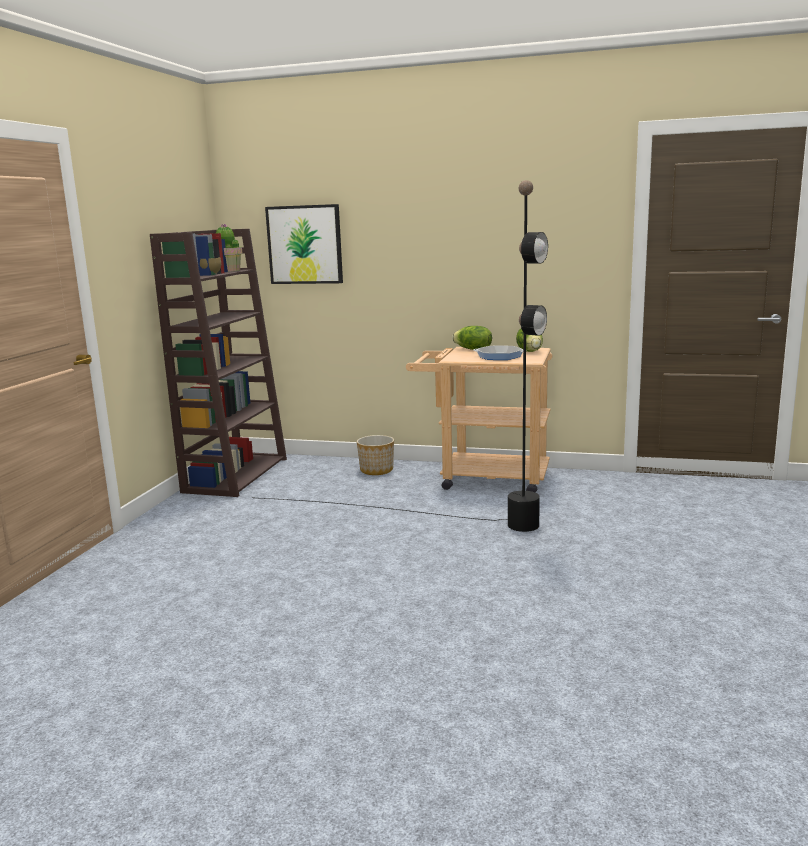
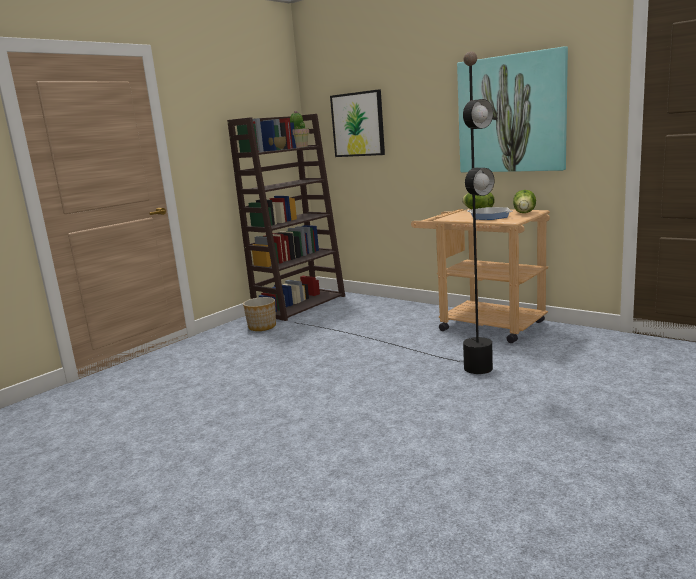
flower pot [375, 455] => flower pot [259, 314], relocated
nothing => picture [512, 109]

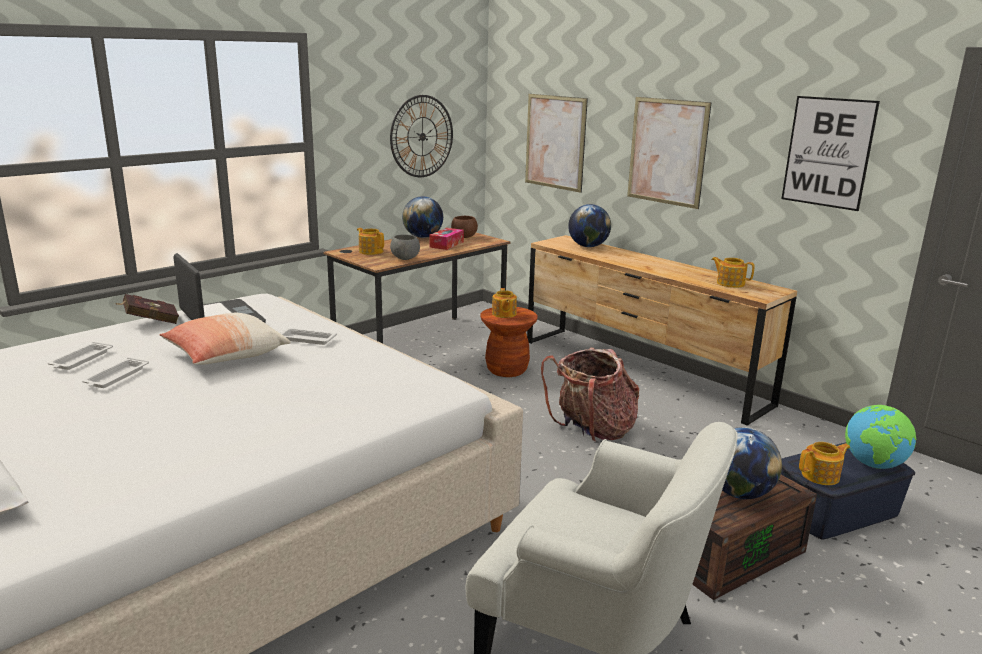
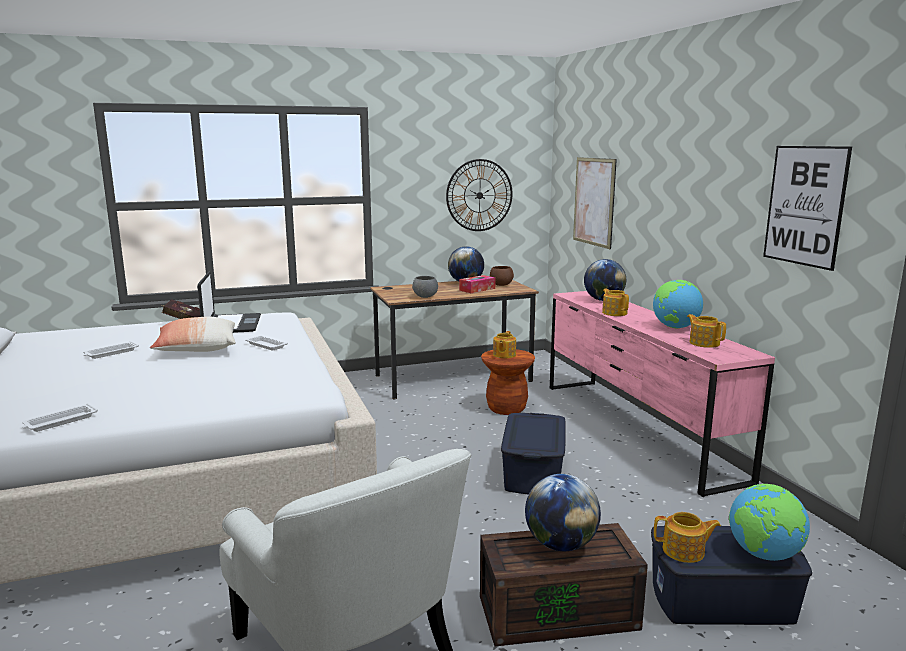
picture [669, 153] => nothing
teapot [370, 241] => teapot [615, 302], relocated
chest of drawers (brownish) [662, 330] => chest of drawers (pinkish) [662, 394]
tray (white-coloured) [80, 356] => tray (white-coloured) [60, 417], relocated
knapsack [590, 394] => storage bin (blue-coloured) [533, 453]
nothing => globe [678, 304]

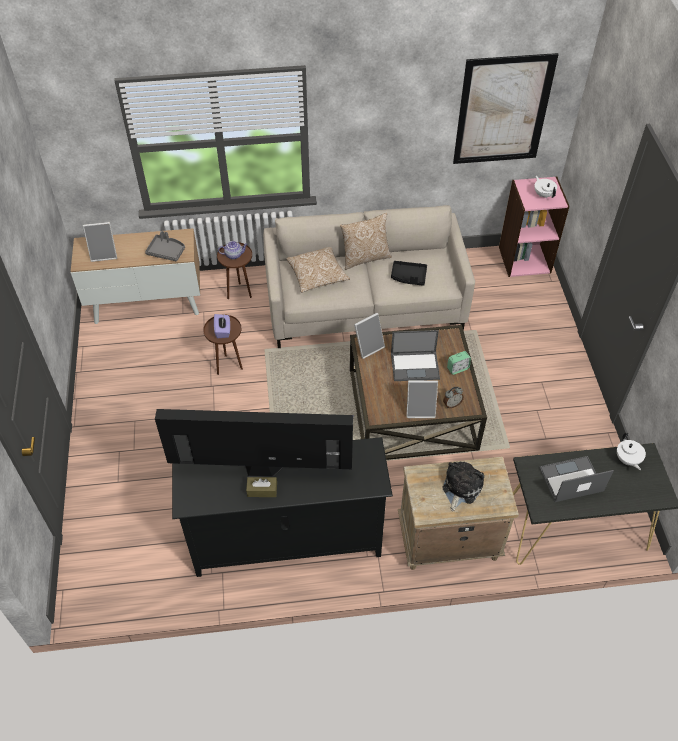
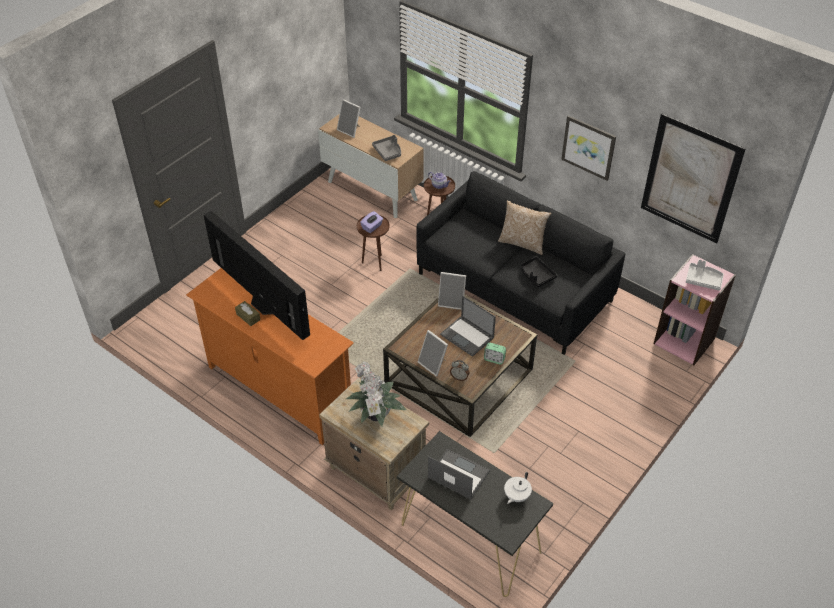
teapot (white-coloured) [545, 187] => tray (greyish) [705, 275]
couch (beige-coloured) [369, 276] => couch (black-coloured) [521, 263]
pillow [318, 270] => nothing
media console (black-coloured) [282, 507] => media console (orange-coloured) [270, 356]
soft toy [463, 486] => plant in a pot [376, 394]
nothing => picture [588, 148]

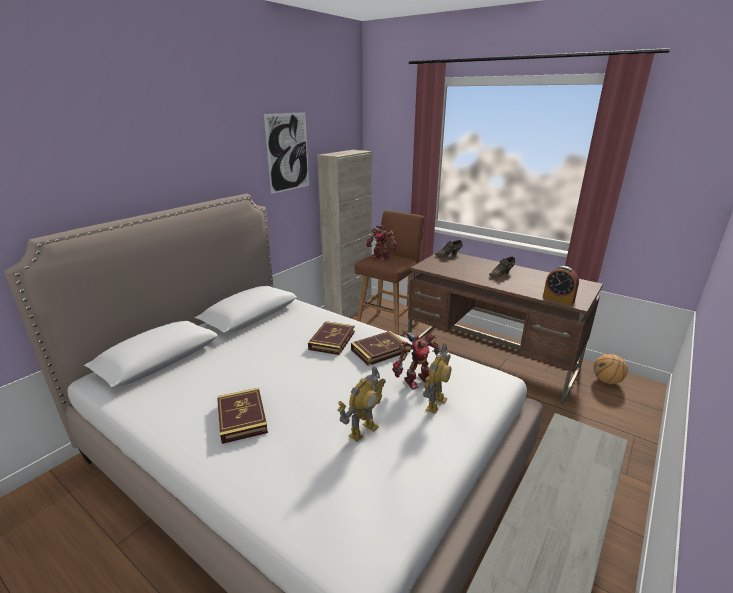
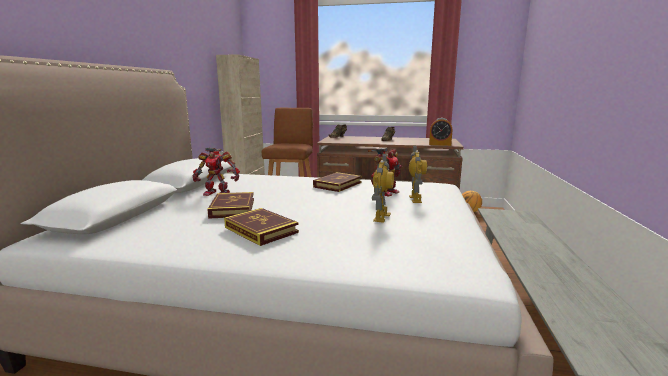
picture [286, 153] => nothing
model robot [381, 242] => model robot [216, 172], relocated
volume [331, 338] => volume [230, 205], relocated

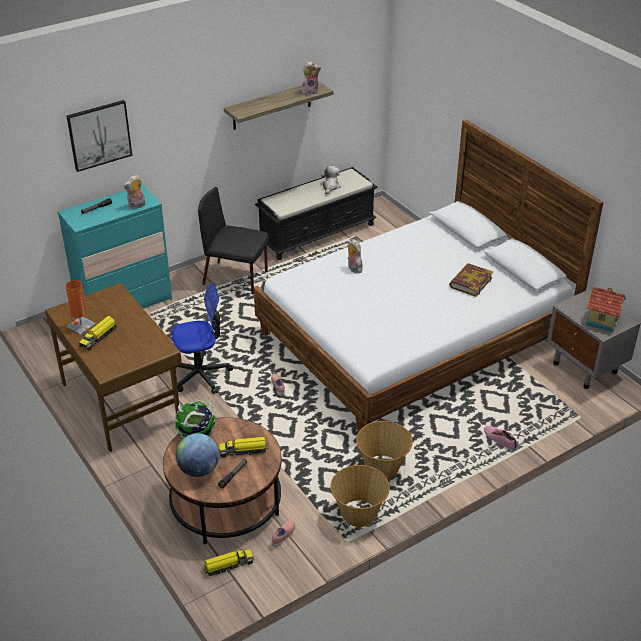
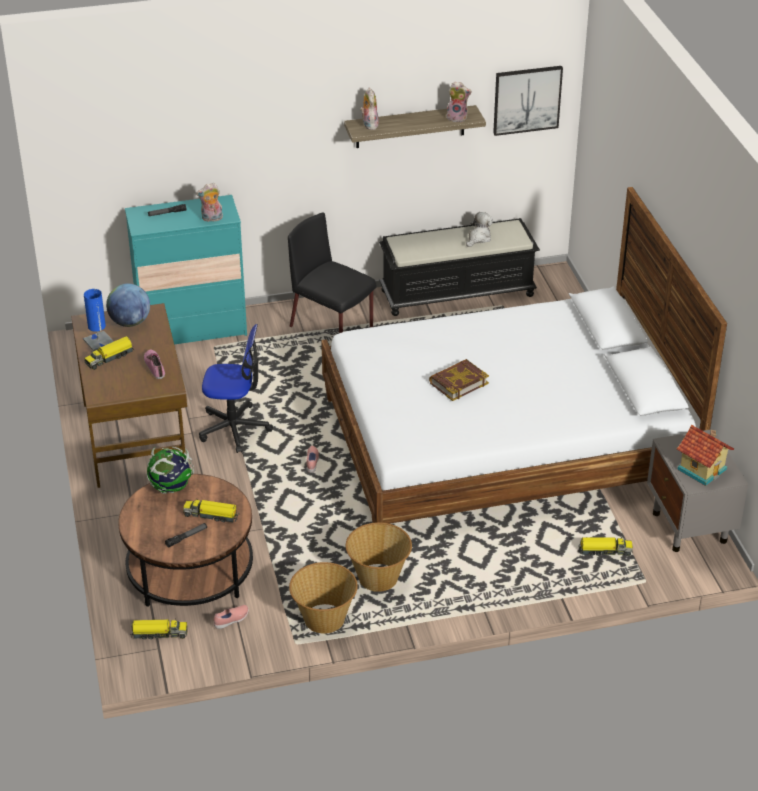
picture [99, 136] => picture [528, 101], relocated
soft toy [355, 256] => soft toy [369, 108], relocated
volume [471, 280] => volume [459, 380], relocated
table lamp (orange-coloured) [81, 307] => table lamp (blue-coloured) [98, 320]
shoe [500, 438] => shoe [154, 364], relocated
globe [197, 455] => globe [128, 305], relocated
nothing => model truck [606, 546]

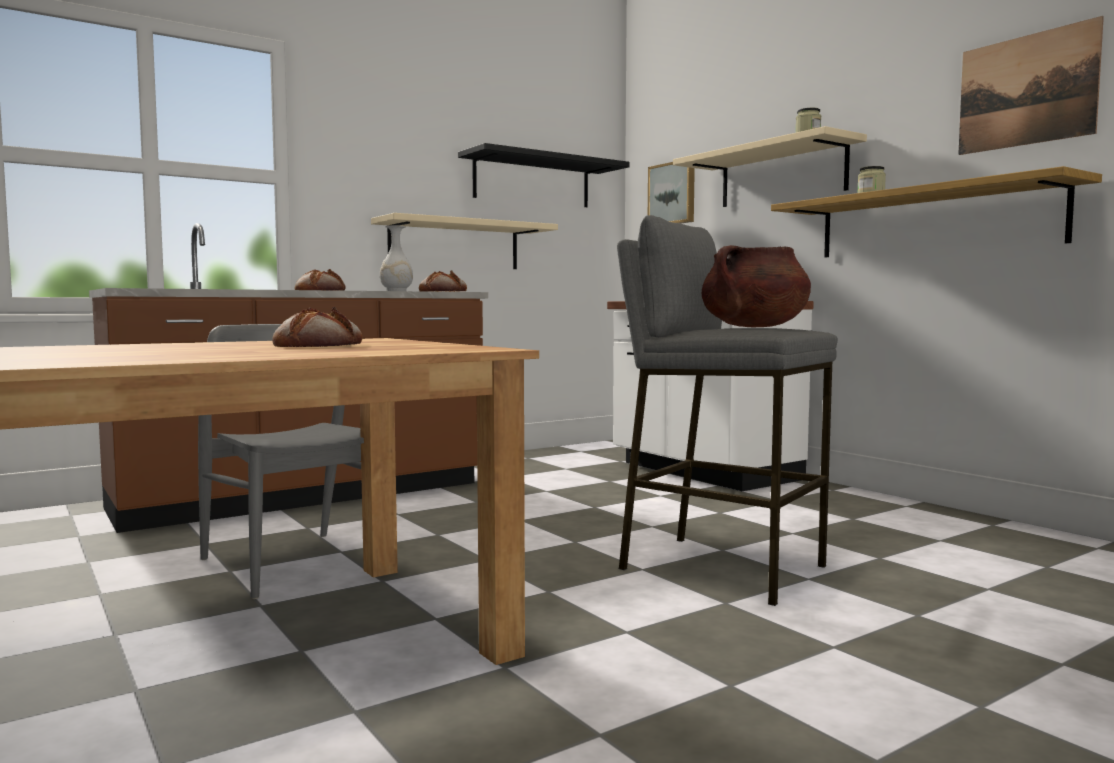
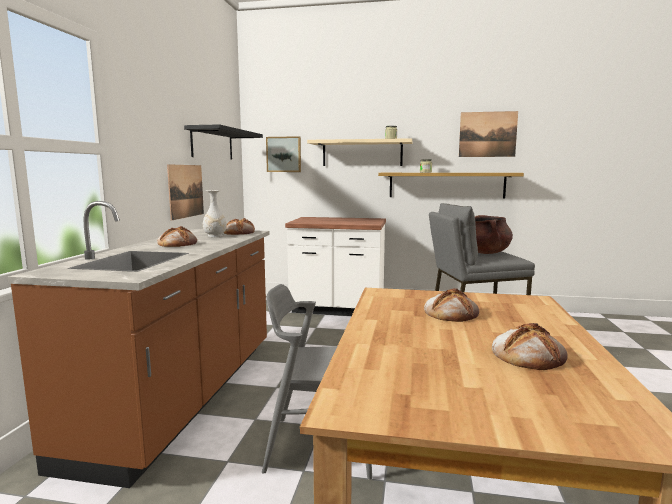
wall shelf (beige-coloured) [464, 241] => picture [185, 192]
nothing => bread [530, 346]

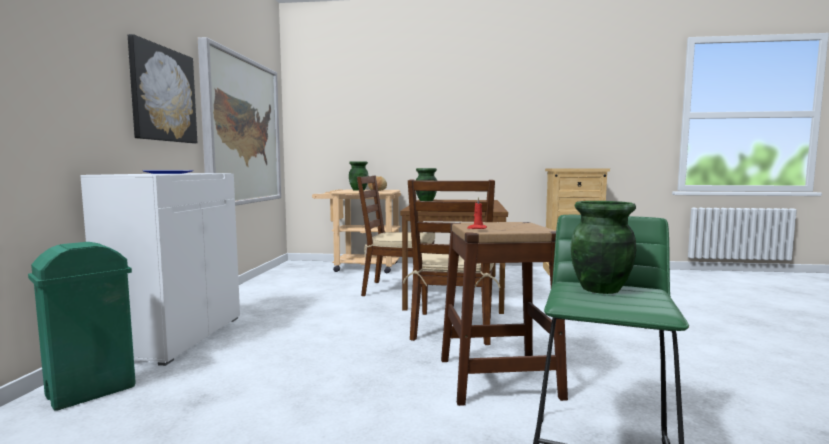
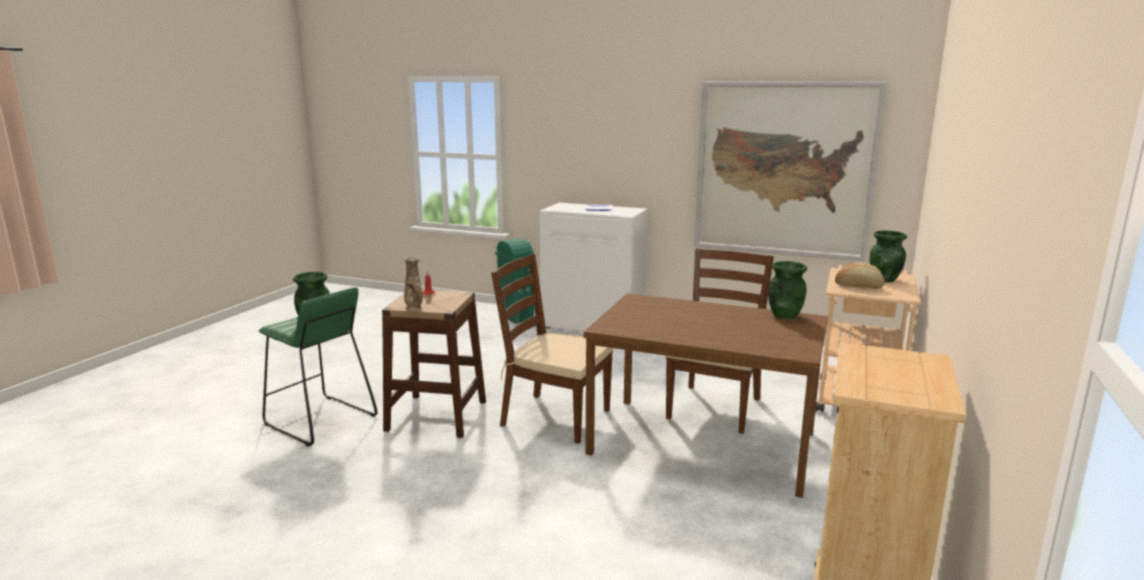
picture [162, 88] => nothing
nothing => flower vase [413, 283]

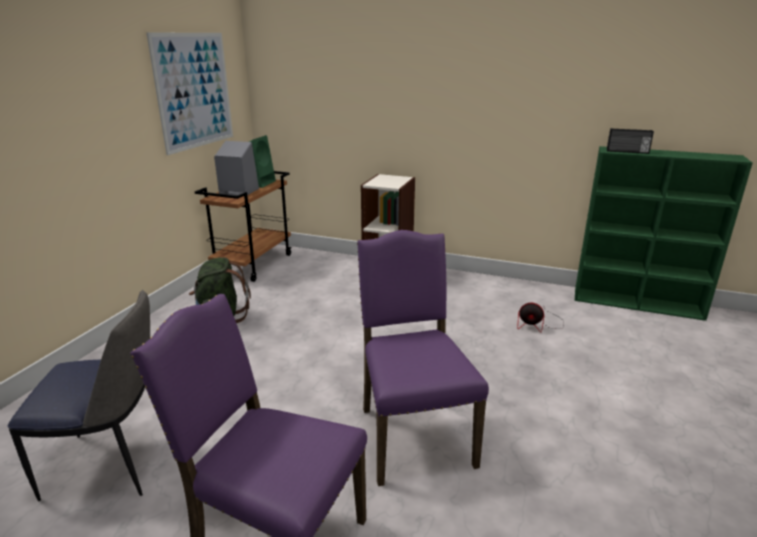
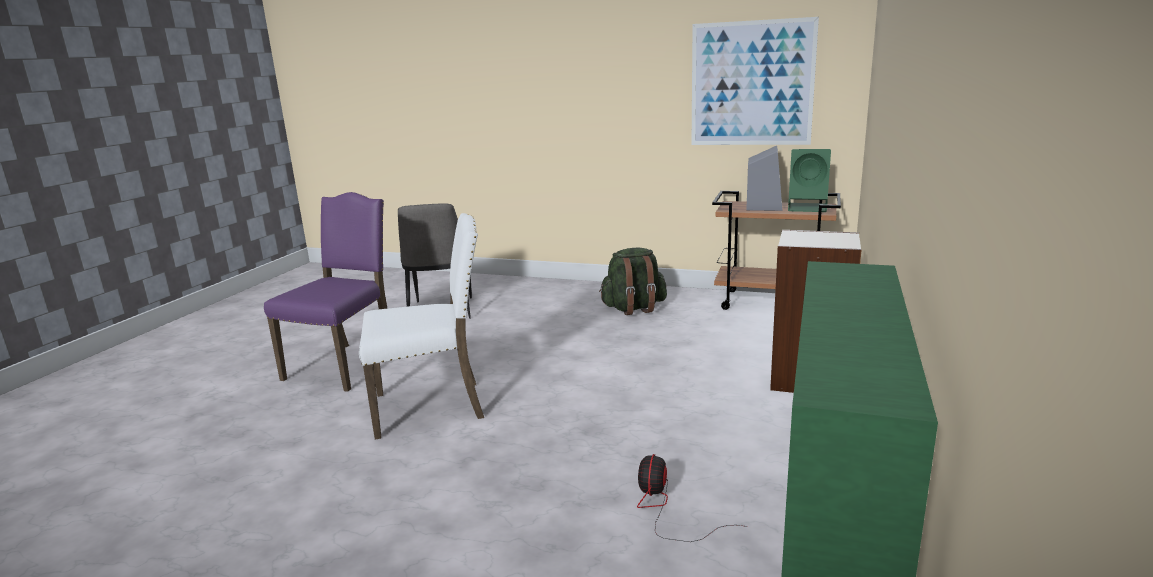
radio [630, 141] => nothing
chair (purple) [423, 358] => chair (white-coloured) [421, 326]

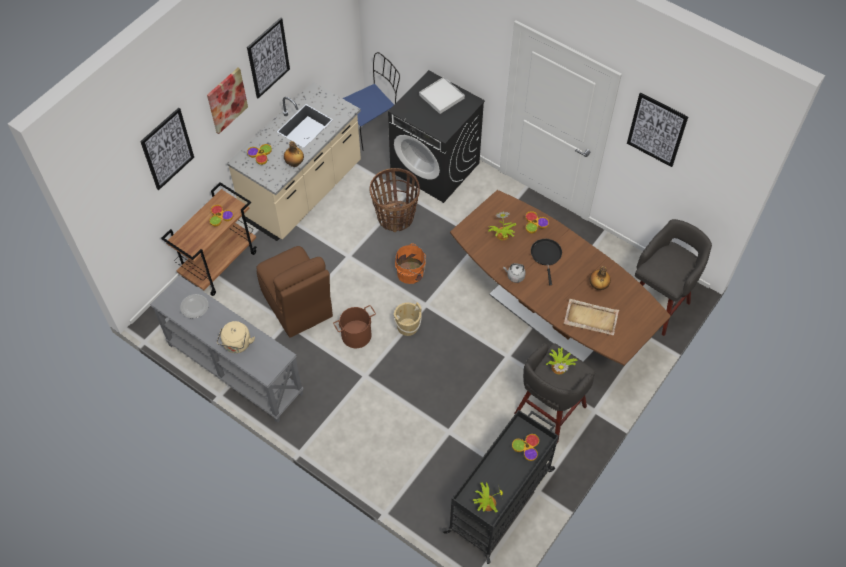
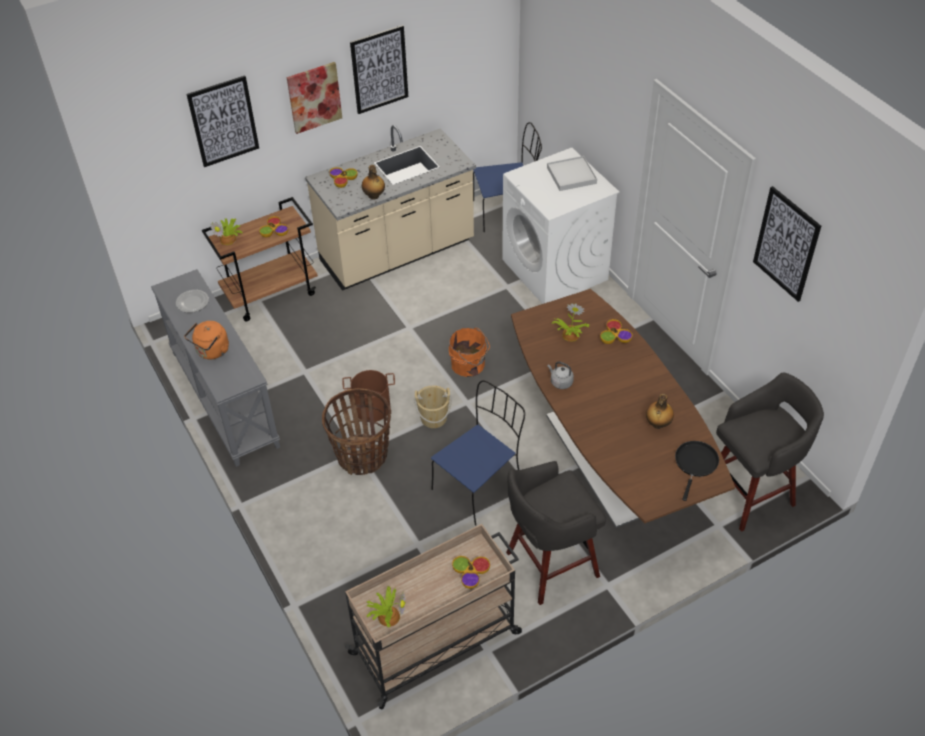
washing machine (black-coloured) [436, 136] => washing machine (white-coloured) [561, 225]
basket [394, 200] => basket [356, 431], relocated
pan (black-coloured) [546, 262] => pan (black-coloured) [697, 471], relocated
chair (brownish) [295, 292] => nothing
tray (beige-coloured) [591, 317] => nothing
tea kettle (beige-coloured) [236, 337] => tea kettle (orange-coloured) [206, 340]
plant in a pot [561, 360] => plant in a pot [226, 231], relocated
cart (black-coloured) [500, 487] => cart (beige-coloured) [433, 616]
nothing => chair (blue-coloured) [478, 453]

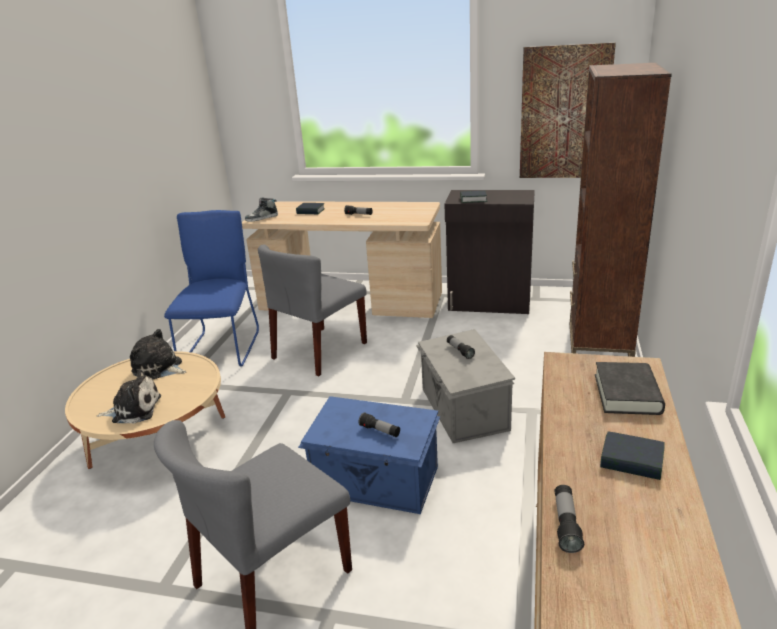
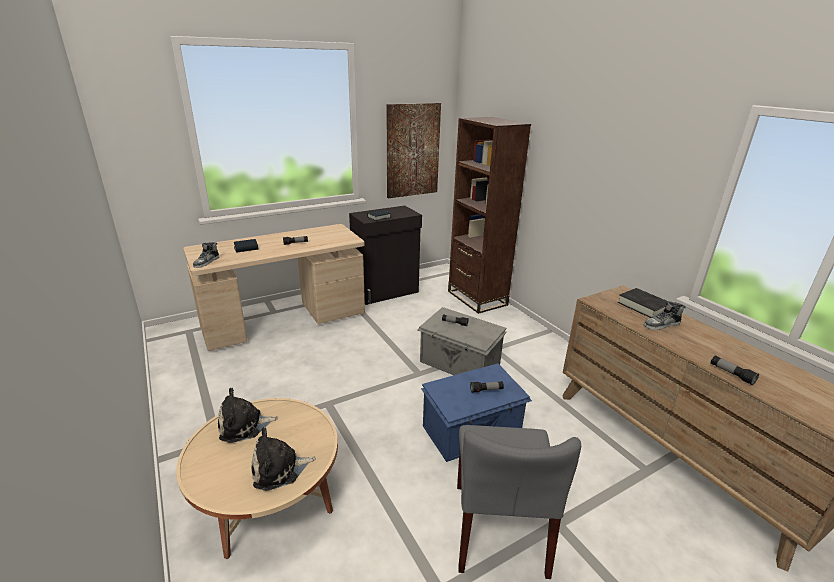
chair (blue-coloured) [211, 288] => nothing
chair (greyish) [312, 310] => nothing
soft toy [129, 396] => soft toy [283, 459], 150 degrees counterclockwise
volume [632, 456] => nothing
nothing => shoe [665, 315]

